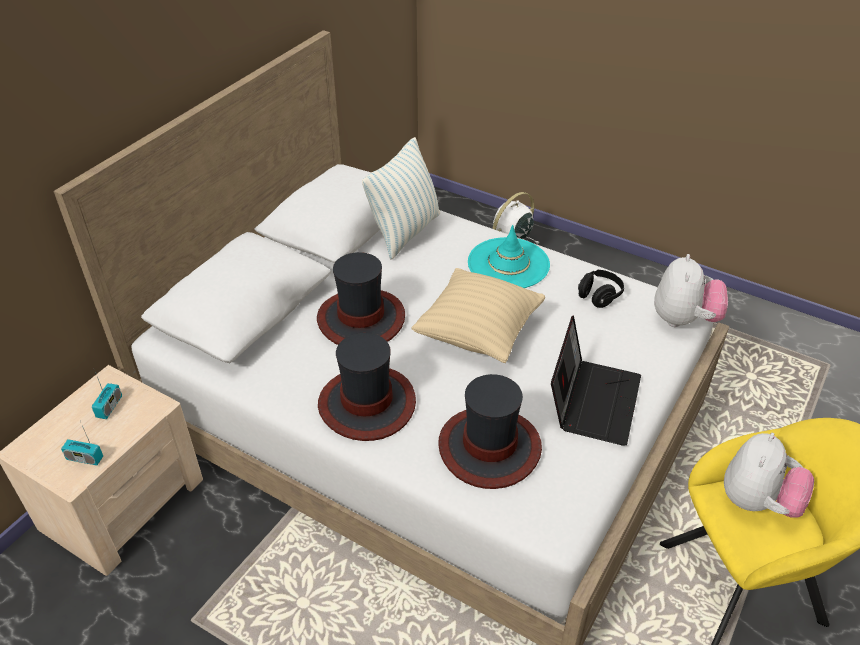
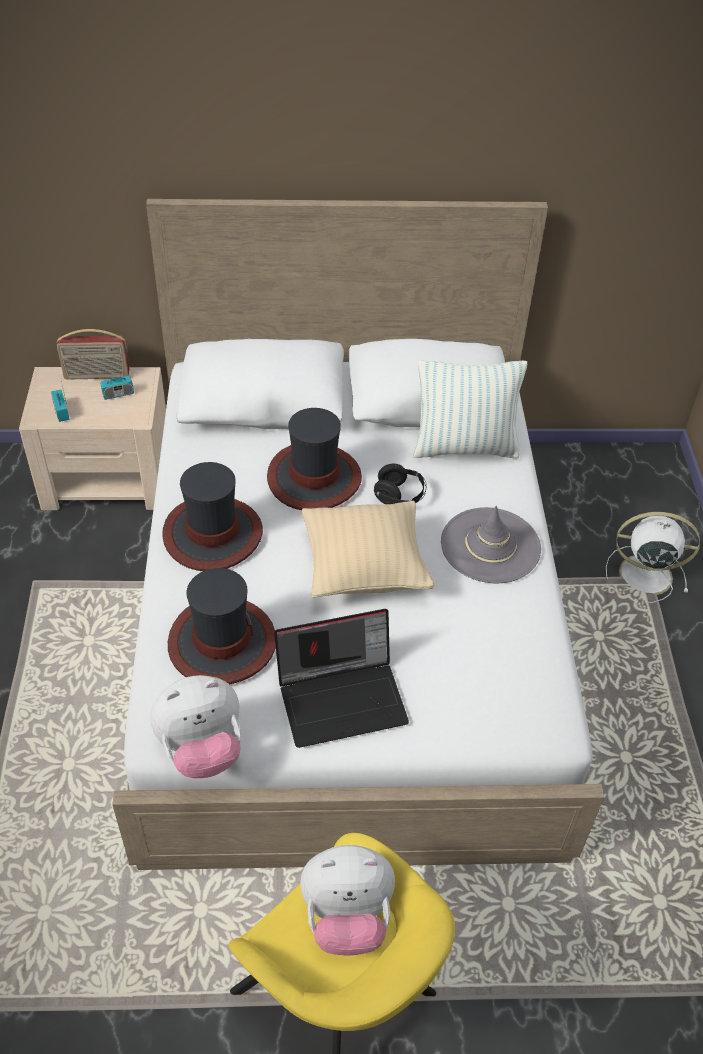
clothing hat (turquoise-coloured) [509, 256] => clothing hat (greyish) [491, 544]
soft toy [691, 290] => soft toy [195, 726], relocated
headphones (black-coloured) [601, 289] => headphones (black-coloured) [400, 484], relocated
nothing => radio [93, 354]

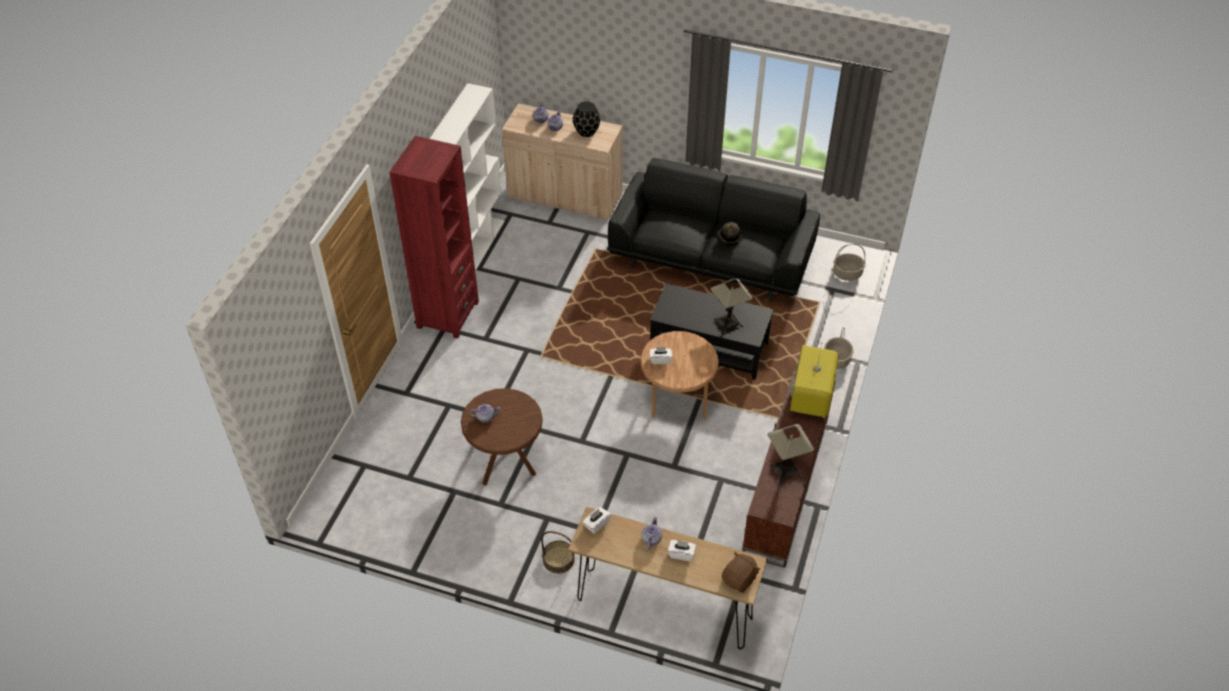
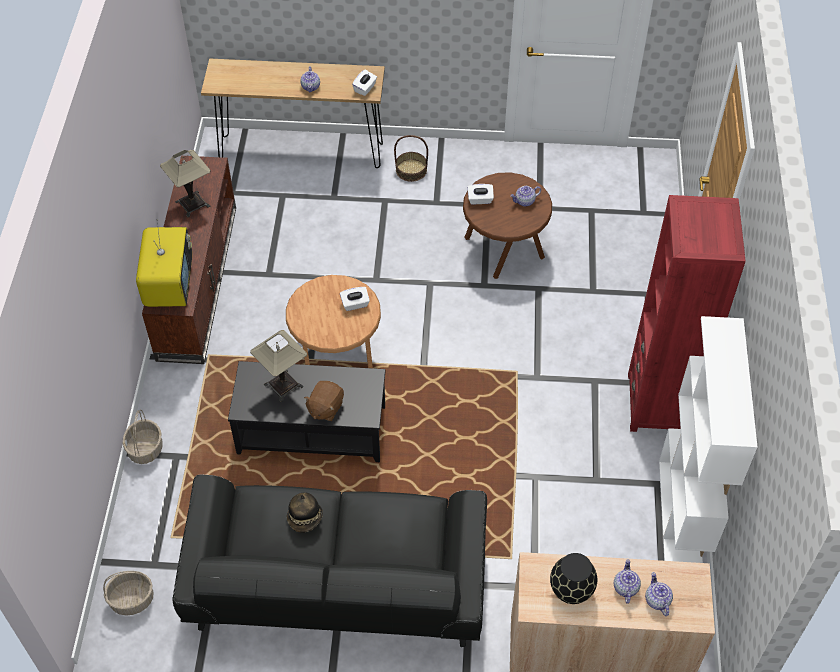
tissue box (white-coloured) [682, 550] => tissue box (white-coloured) [480, 194], relocated
soft toy (brownish) [741, 572] => soft toy (brownish) [324, 401], relocated

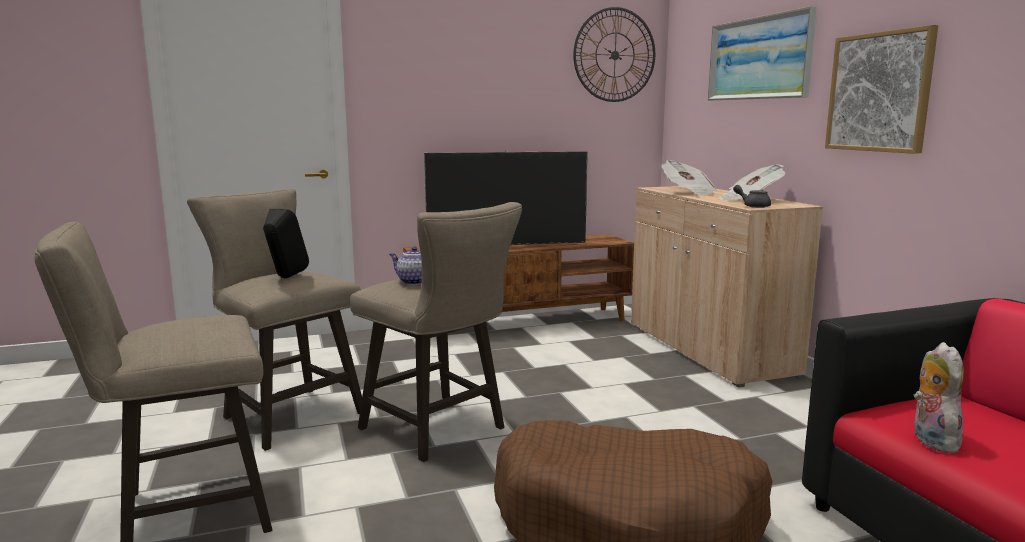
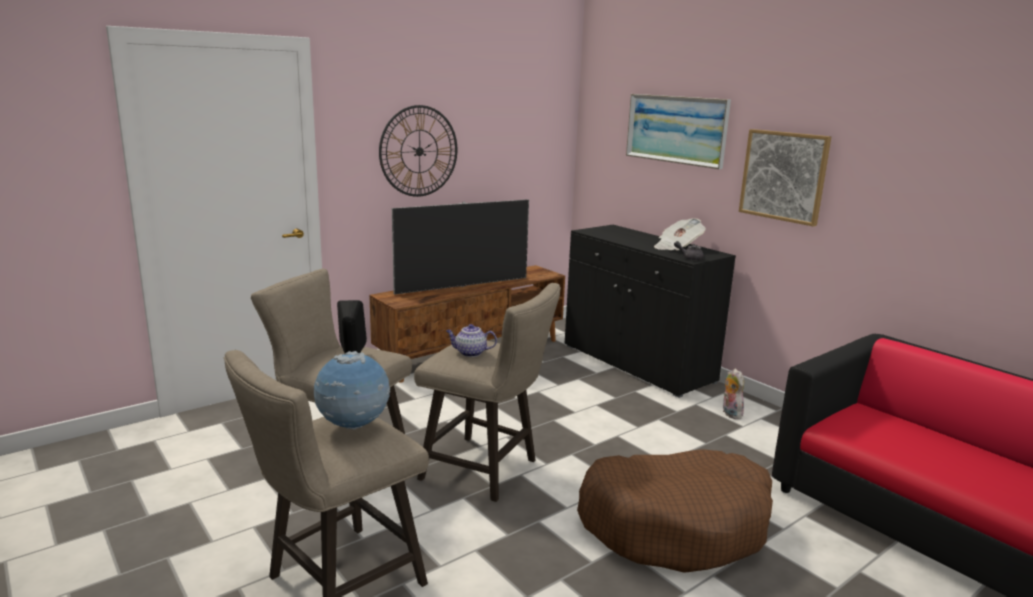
hanging clock [614, 54] => hanging clock [418, 151], relocated
daily paper [689, 178] => nothing
cabinet (beige-coloured) [727, 287] => cabinet (black-coloured) [650, 311]
soft toy [939, 397] => soft toy [734, 393], relocated
nothing => globe [352, 390]

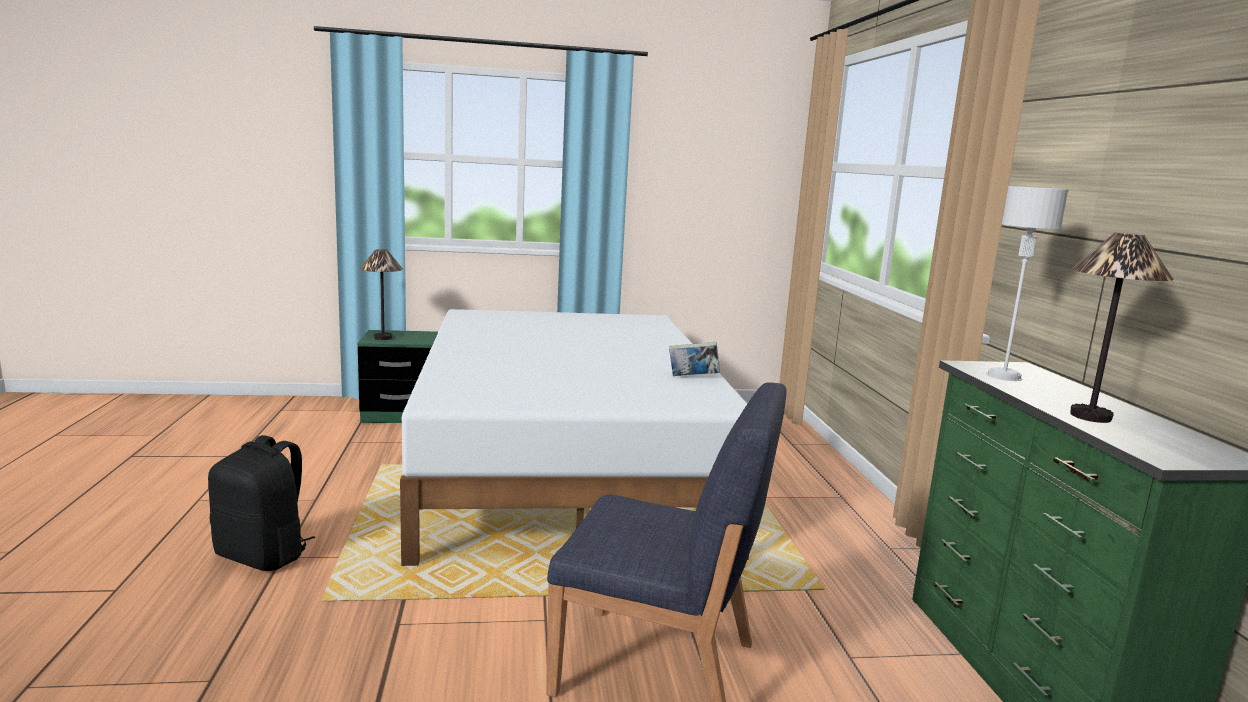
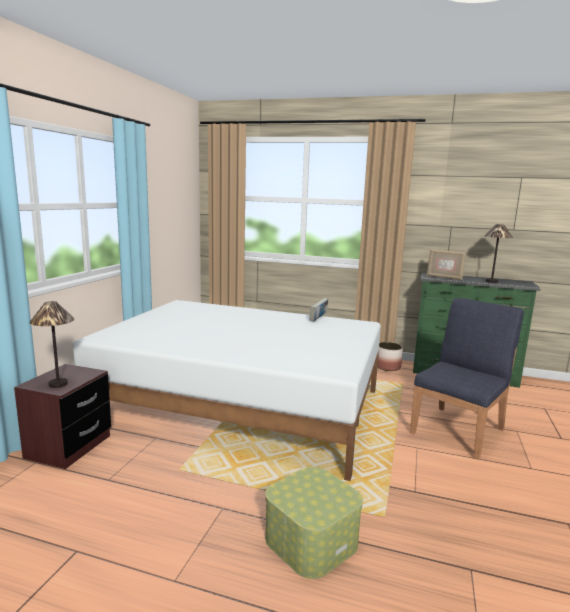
table lamp (greyish) [1027, 283] => photo frame [446, 264]
bedside table (greenish) [398, 376] => bedside table (brownish) [62, 416]
knapsack (black-coloured) [261, 503] => storage bin [314, 523]
nothing => flower pot [390, 356]

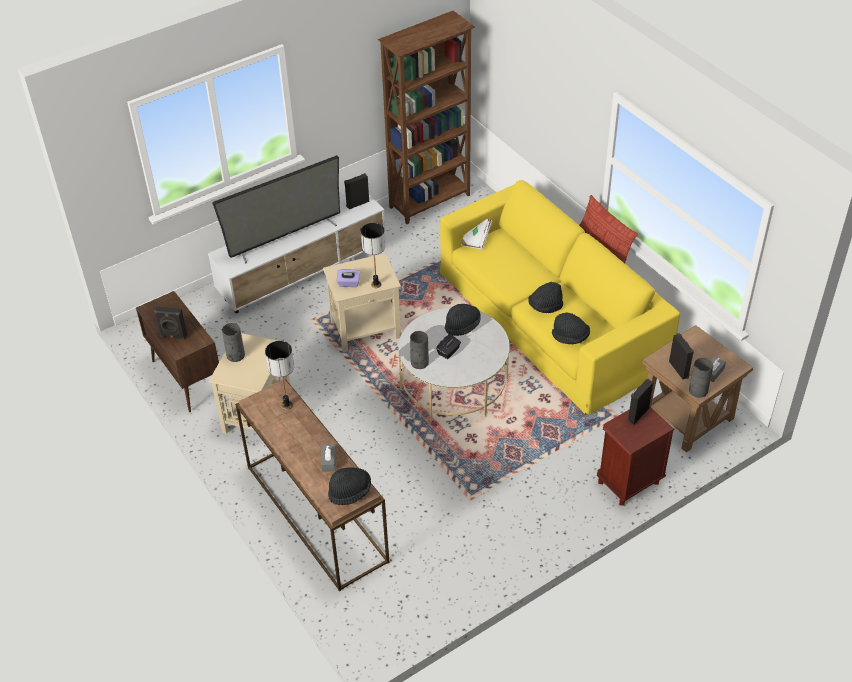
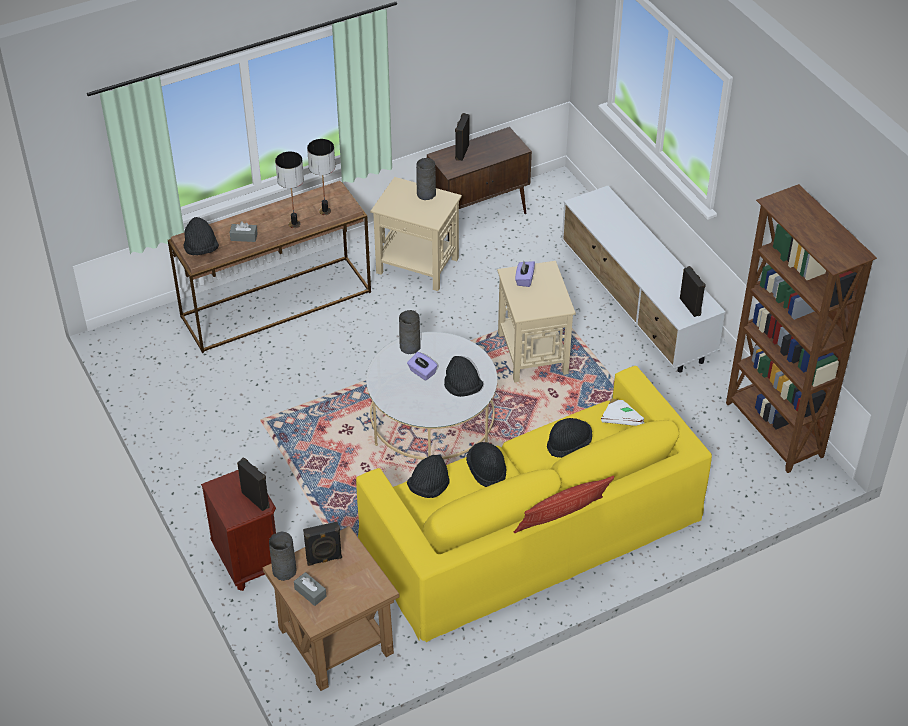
television [276, 209] => nothing
table lamp [373, 255] => table lamp [289, 190], relocated
tissue box (black-coloured) [448, 346] => tissue box (purple) [422, 366]
nothing => clothing hat (black-coloured) [569, 438]

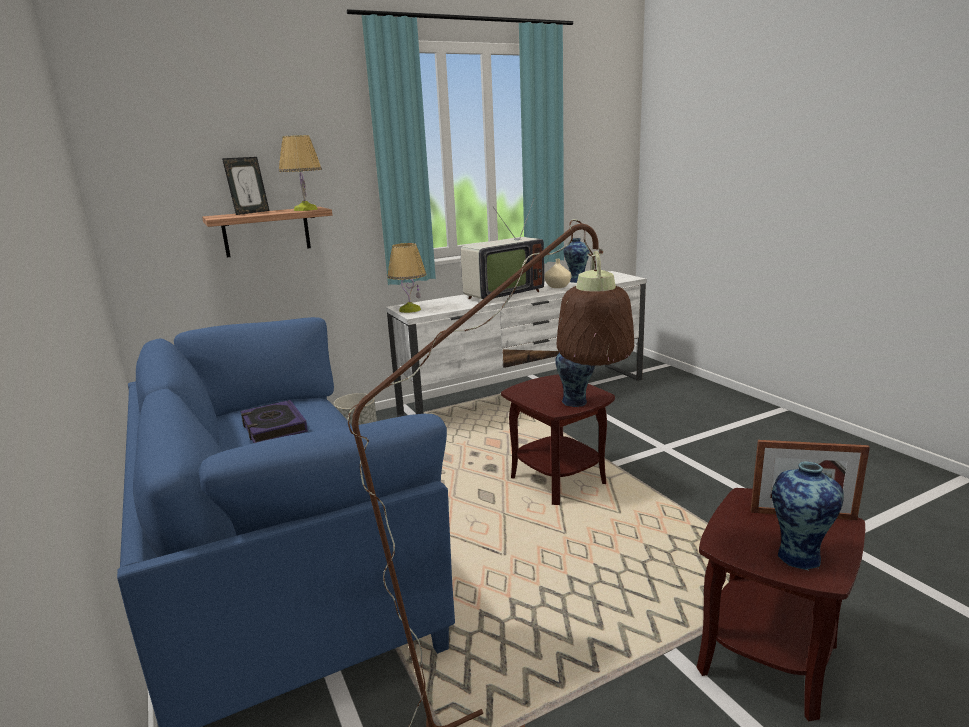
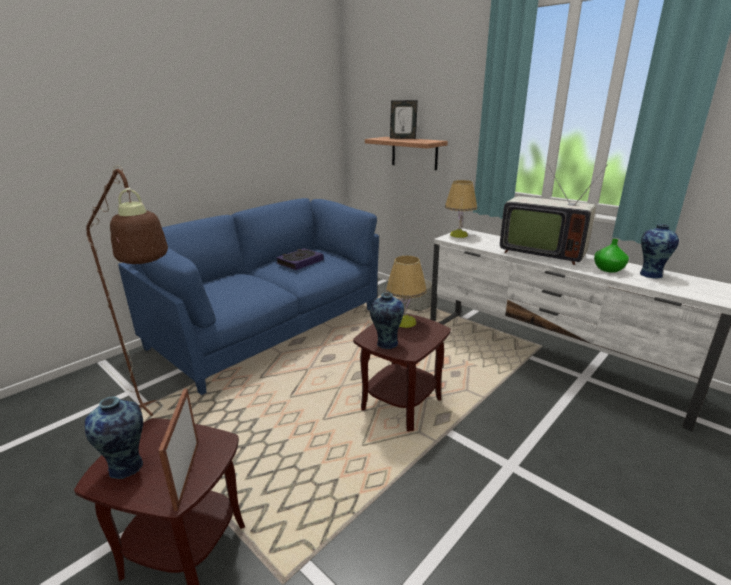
table lamp [300, 173] => table lamp [406, 292], relocated
flower vase (beige-coloured) [557, 273] => flower vase (greenish) [611, 256]

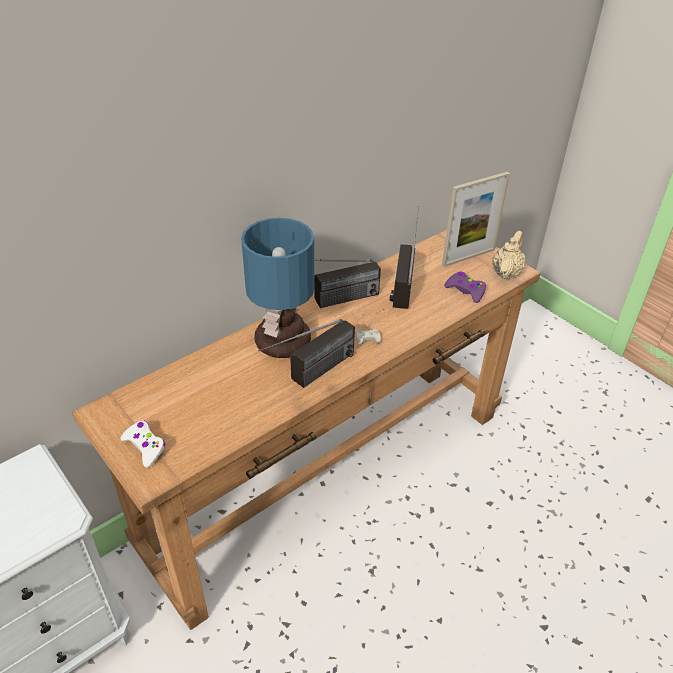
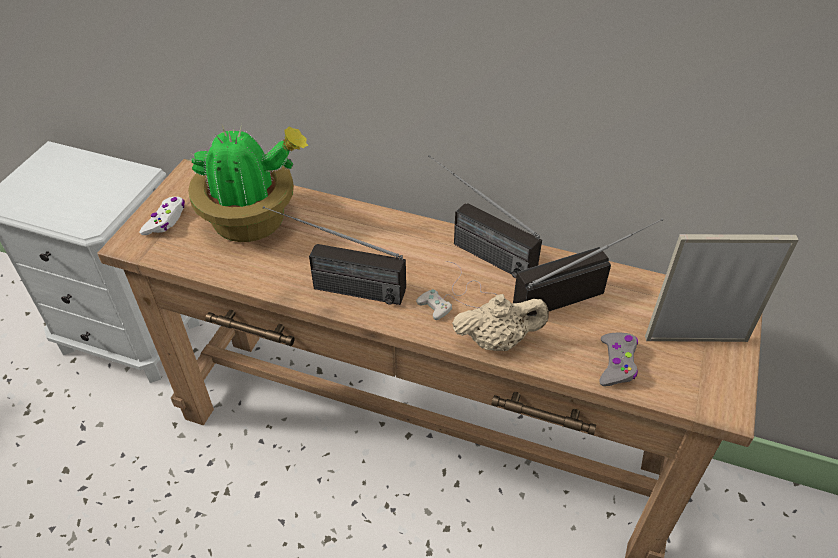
photo frame [476, 219] => photo frame [721, 288], 150 degrees clockwise
table lamp [277, 288] => nothing
teapot (beige-coloured) [508, 255] => teapot (beige-coloured) [500, 322], relocated
game controller (purple) [465, 287] => game controller (greyish) [618, 359]
nothing => plant in a pot [248, 183]

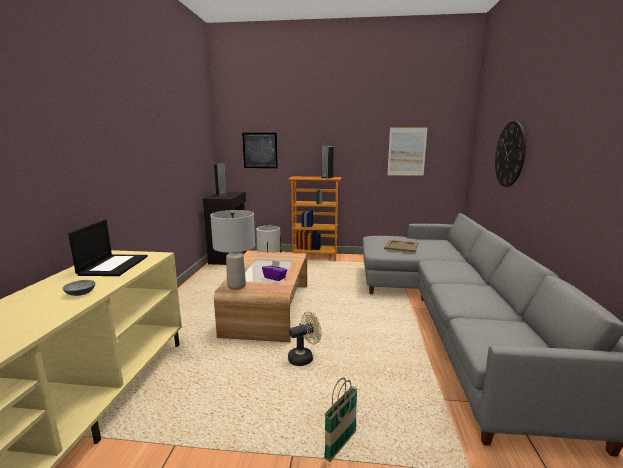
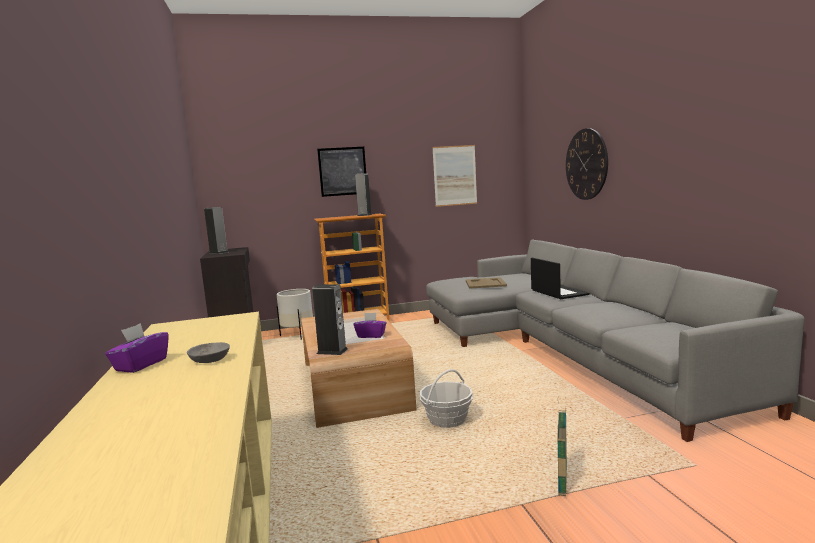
picture [260, 150] => picture [341, 172], relocated
table lamp (greyish) [232, 250] => audio speaker [330, 319]
notebook computer [108, 248] => notebook computer [560, 278], relocated
cooling fan (beige-coloured) [305, 338] => basket [446, 398]
nothing => tissue box (purple) [137, 348]

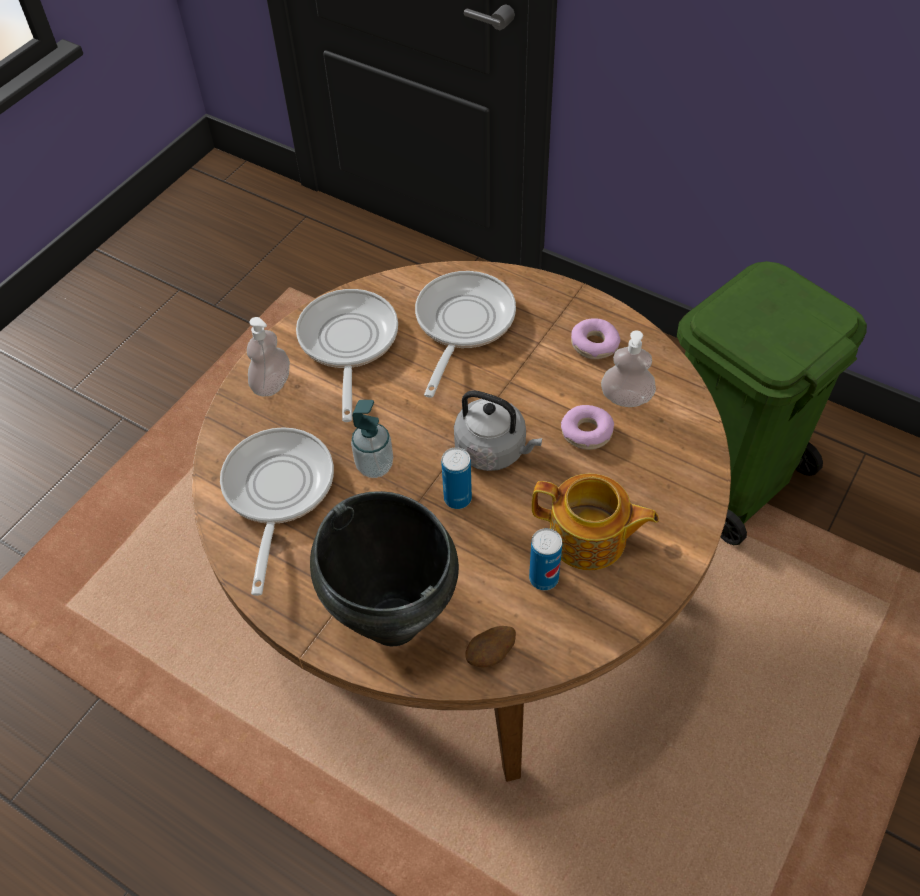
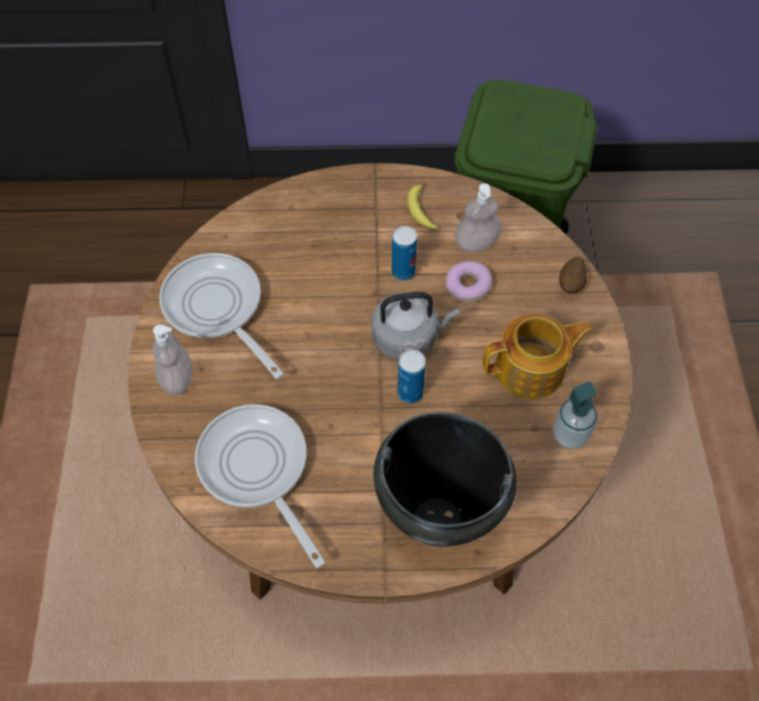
pan [465, 334] => nothing
donut [595, 338] => banana fruit [422, 206]
liquid soap bottle [372, 439] => liquid soap bottle [575, 415], relocated
sealed can [545, 559] => sealed can [404, 253], relocated
spud [490, 646] => spud [573, 275], relocated

